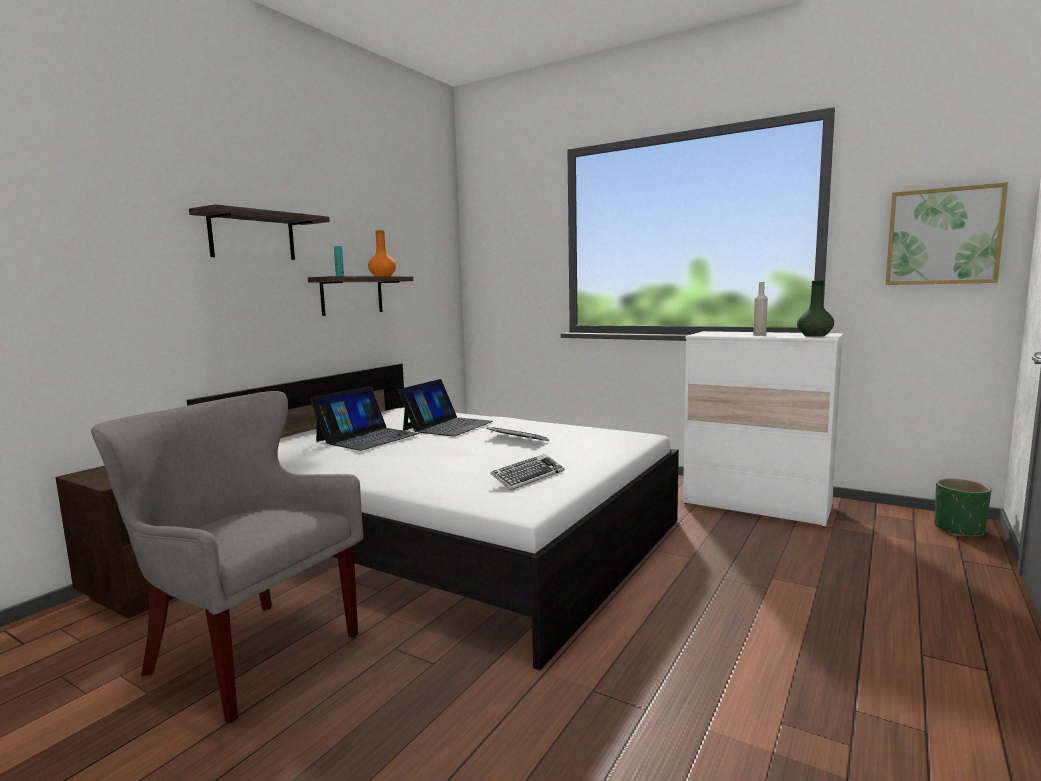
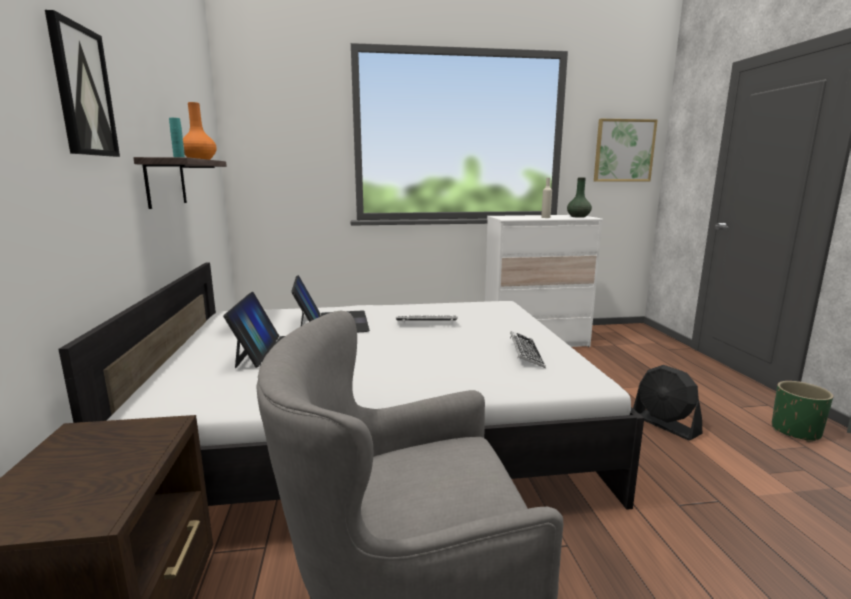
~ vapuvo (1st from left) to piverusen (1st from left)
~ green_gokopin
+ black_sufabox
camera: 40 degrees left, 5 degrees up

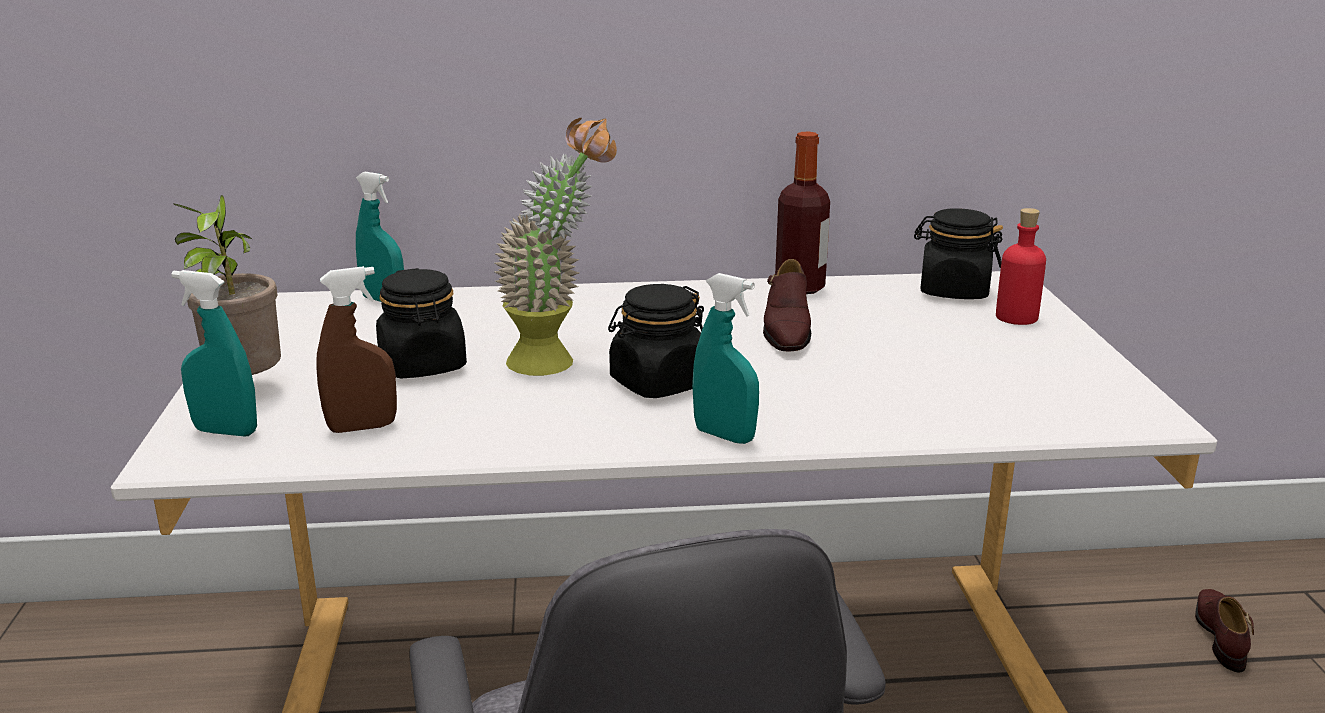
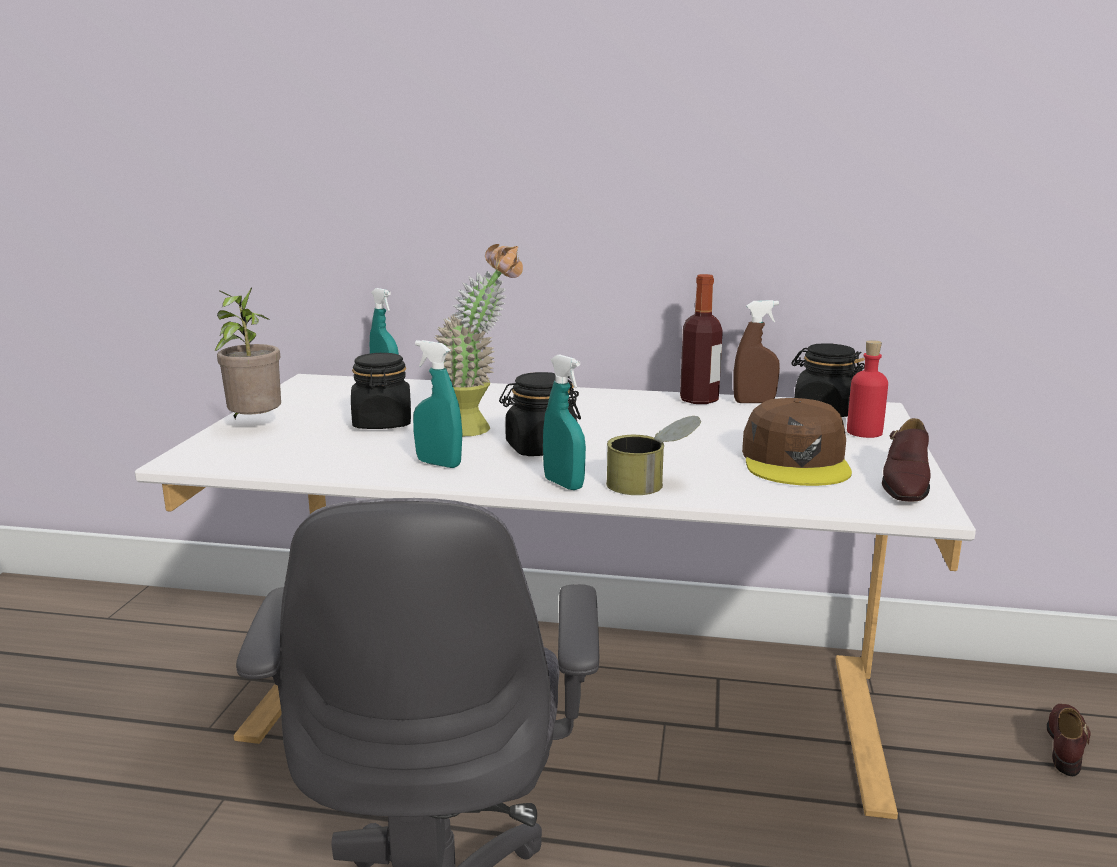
~ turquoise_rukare (1st from left in the first image) to turquoise_rukare (2nd from left)
~ brown_rukare
~ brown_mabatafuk (1st from left)
+ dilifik
+ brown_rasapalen
camera: 15 degrees right, 5 degrees down

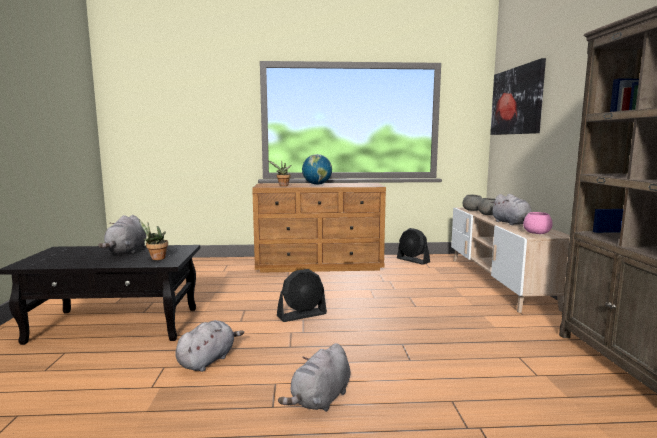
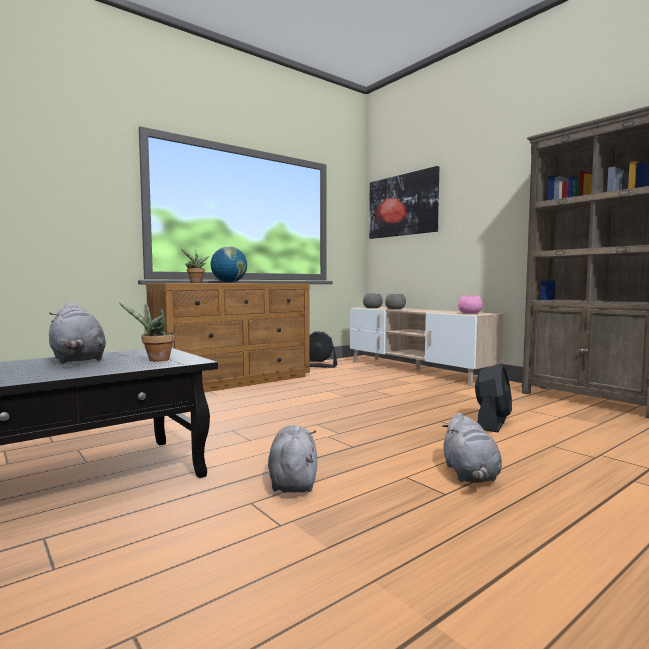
~ black_sufabox (1st from left in the first image) to black_sufabox (2nd from left)
- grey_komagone (4th from left)
camera: 35 degrees left, 5 degrees down

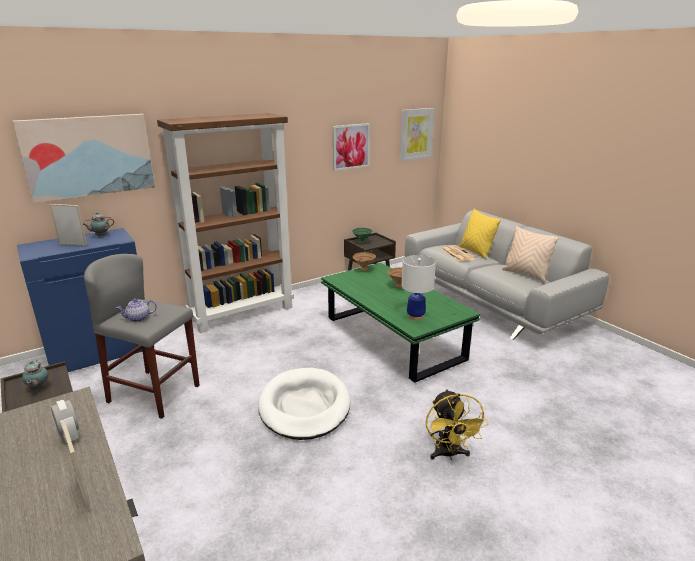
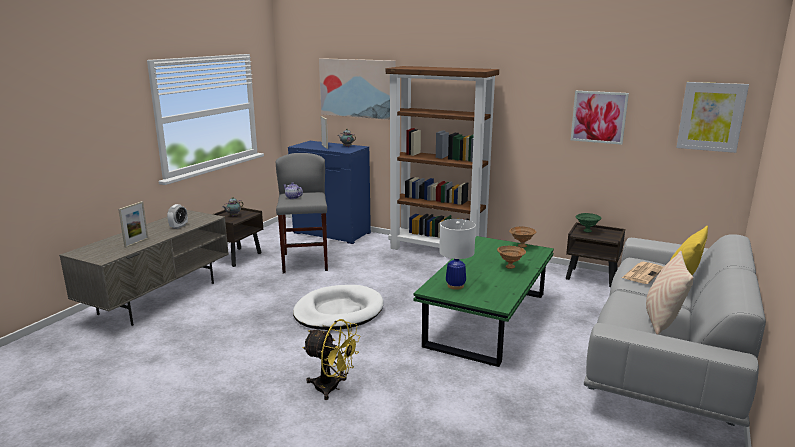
~ yellow_sufabox 120 degrees counterclockwise
camera: 60 degrees right, 5 degrees down

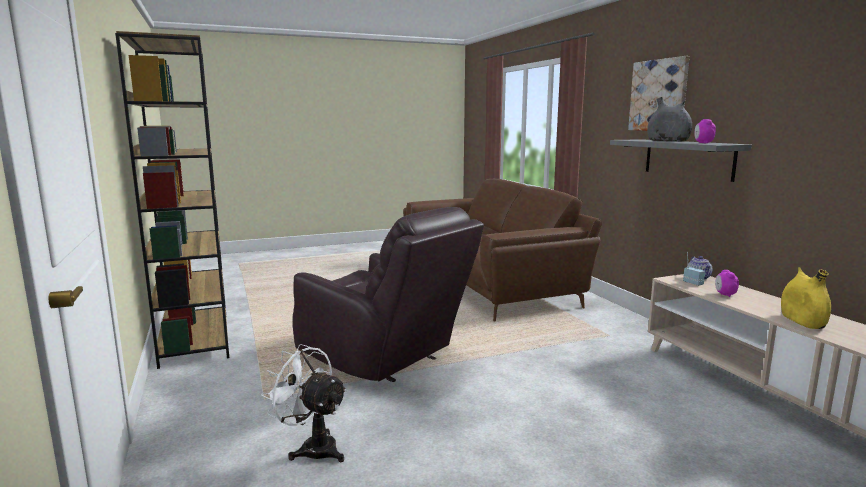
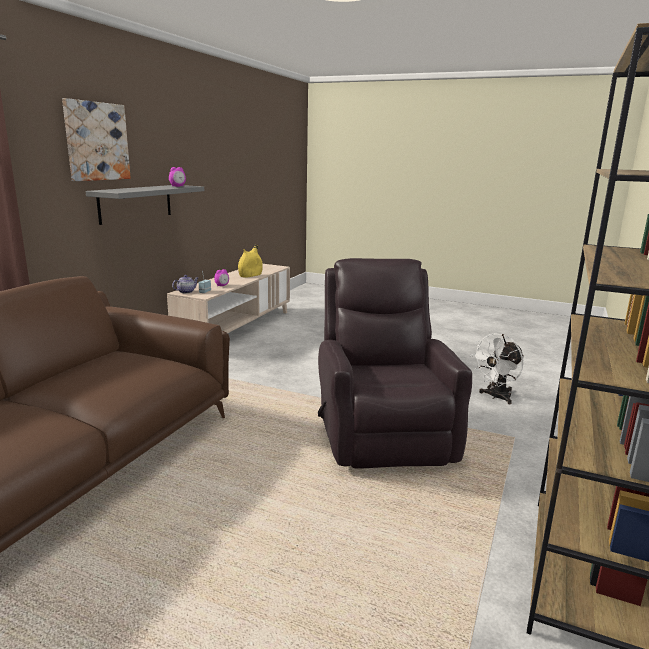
~ white_sufabox 60 degrees clockwise
- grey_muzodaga
camera: 135 degrees left, 5 degrees up

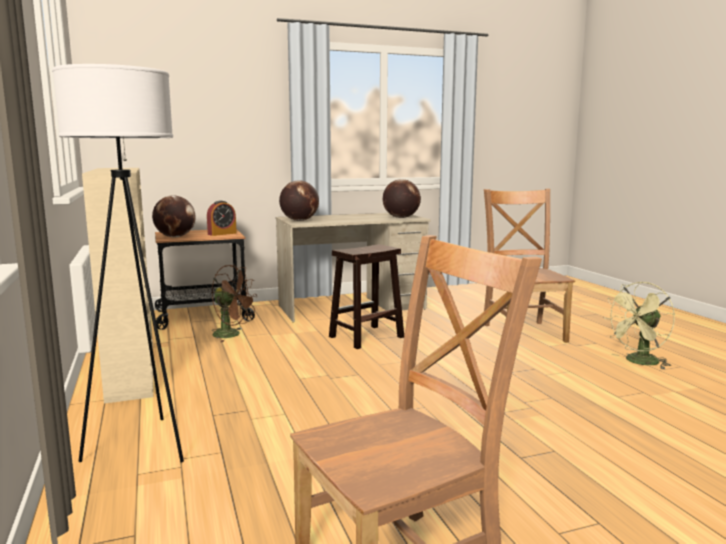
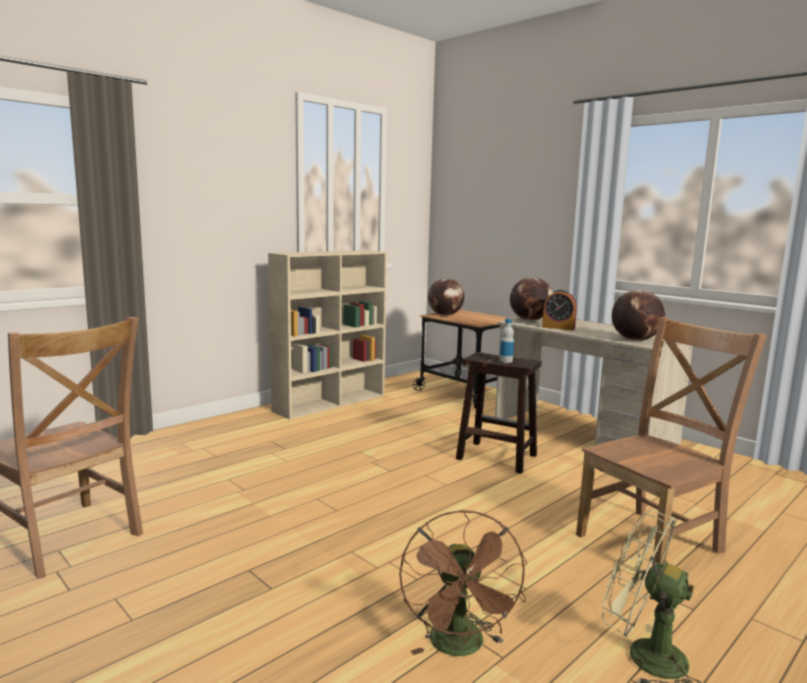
- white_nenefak
~ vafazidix
~ brown_sufabox
+ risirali
camera: 65 degrees right, 0 degrees up

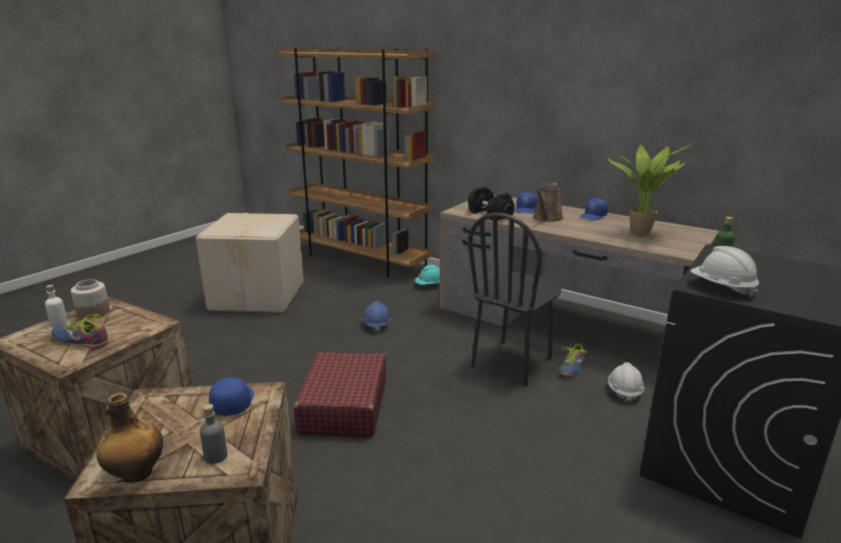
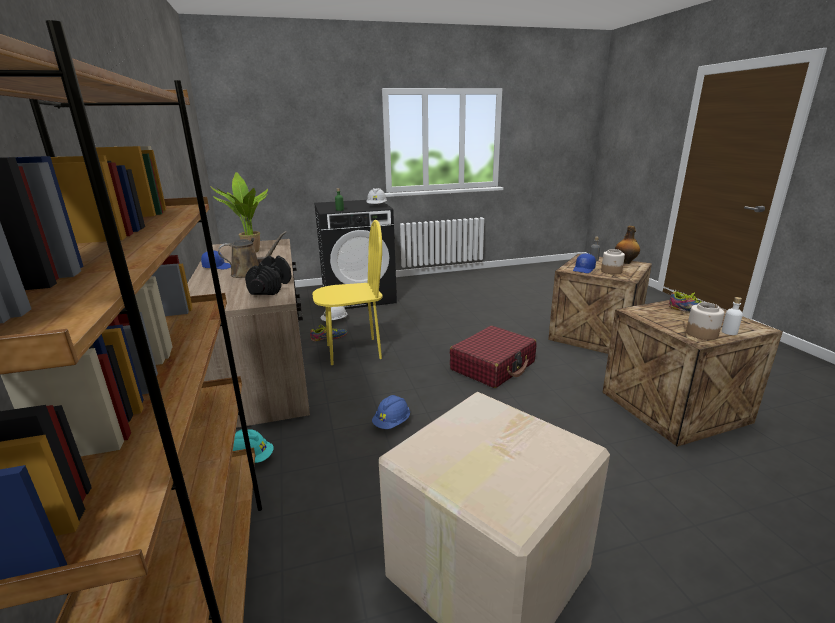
~ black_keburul to yellow_keburul
- blue_rasapalen (2nd from left)
+ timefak (1st from left)
camera: 140 degrees left, 0 degrees up

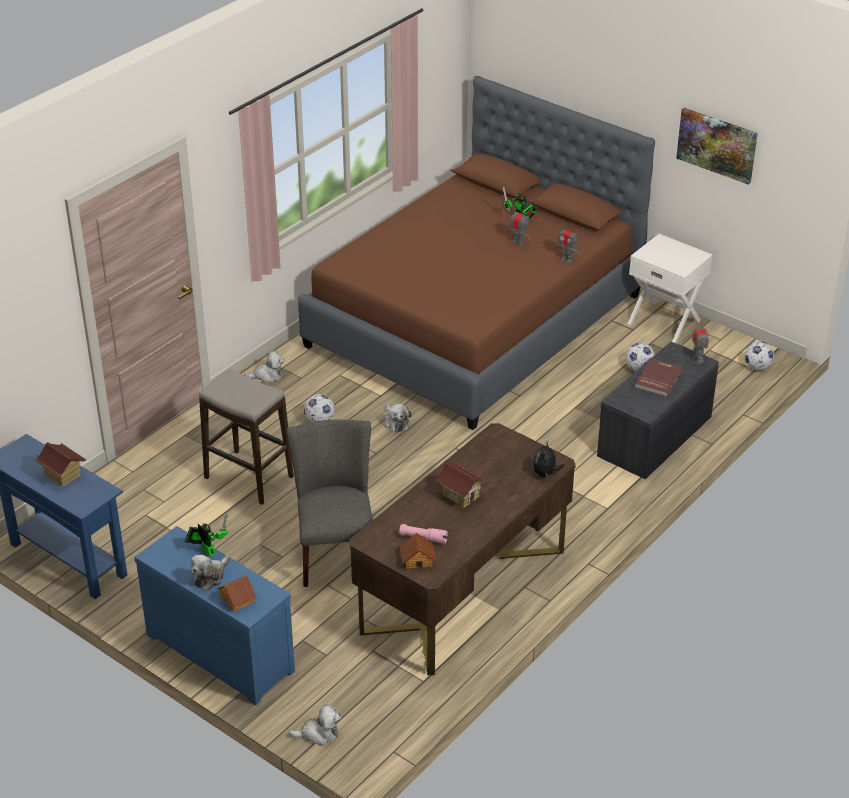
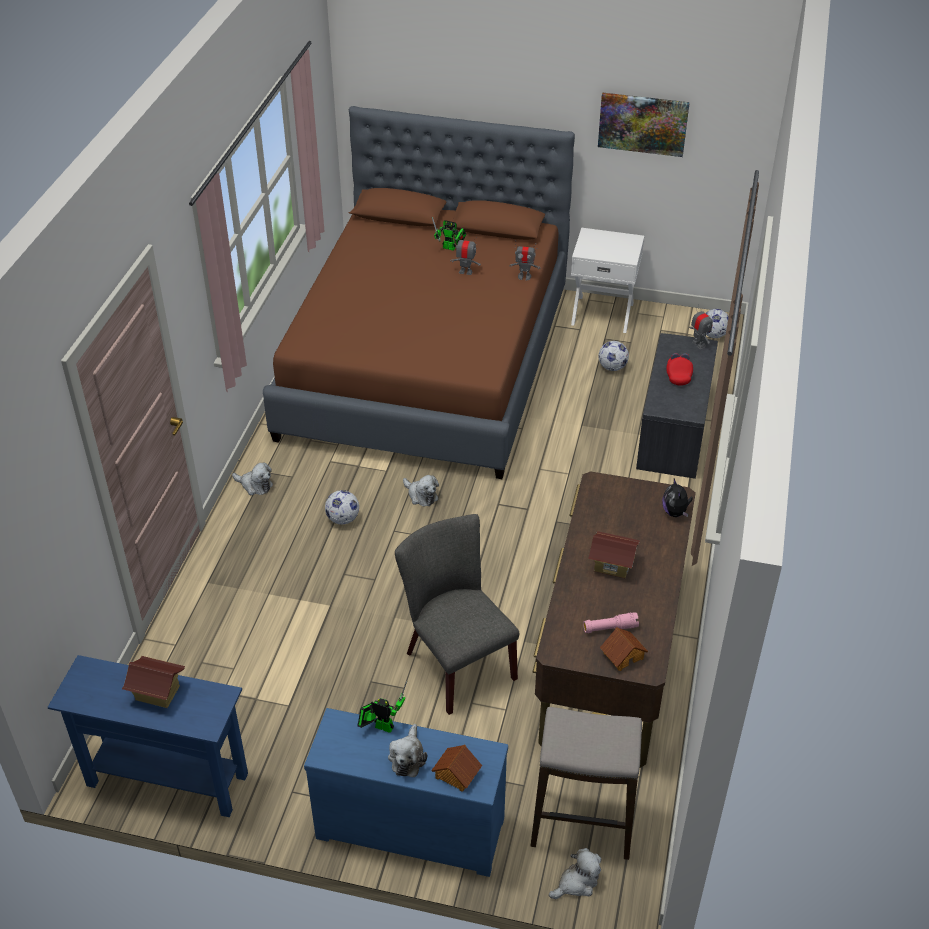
~ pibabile
~ komagone (2nd from left in the first image) 60 degrees clockwise
~ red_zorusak to red_rasapalen
camera: 25 degrees left, 5 degrees up

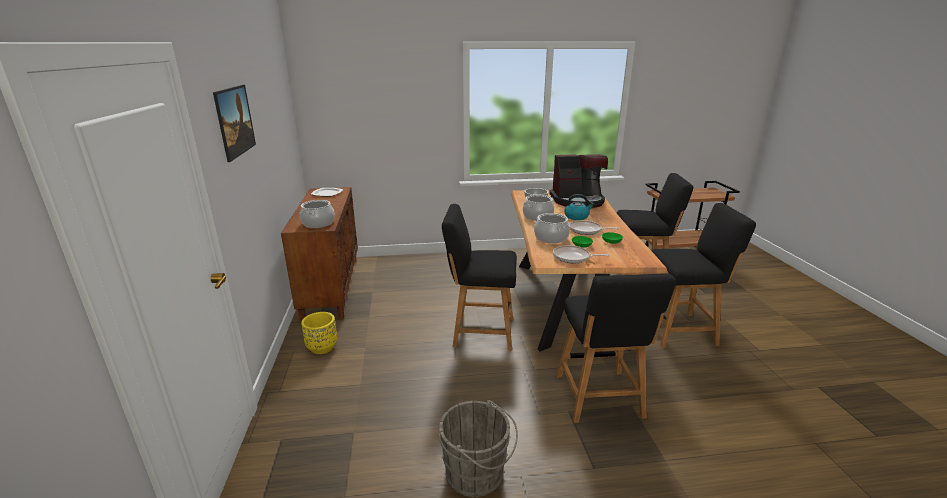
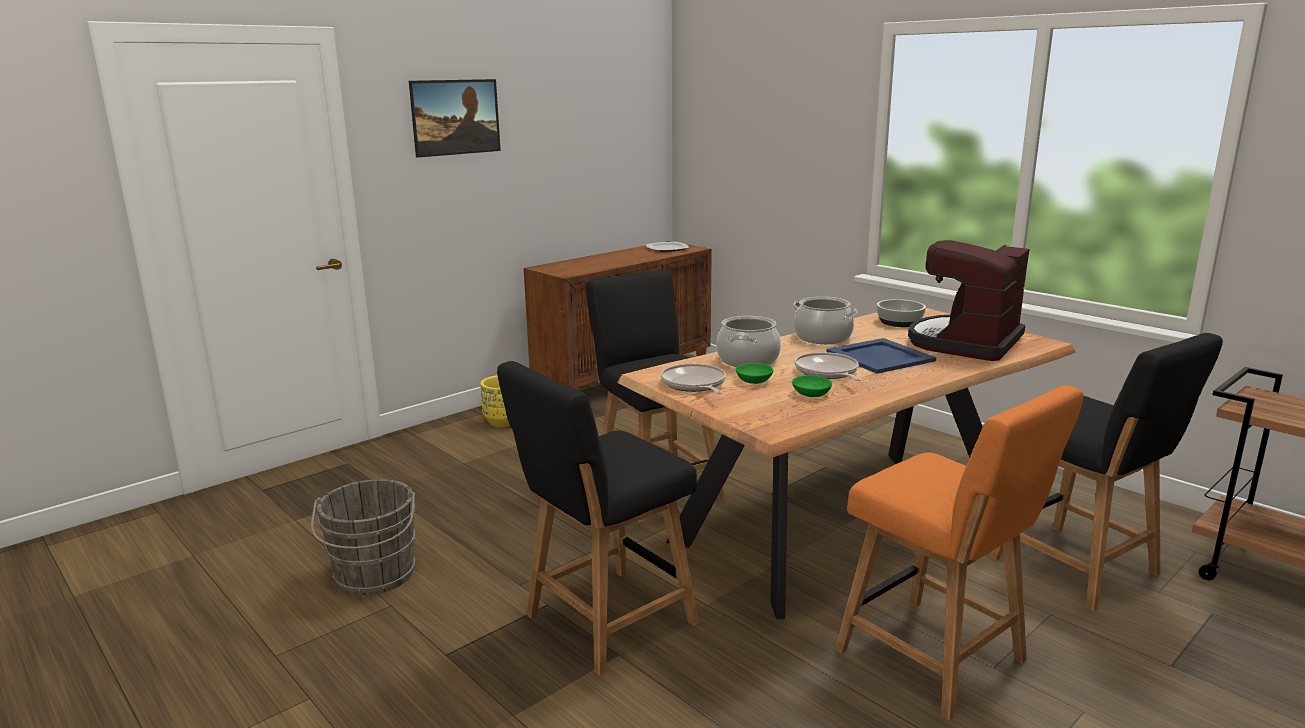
- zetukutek (1st from left)
~ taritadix 75 degrees clockwise
~ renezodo to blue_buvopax
~ black_keburul (4th from left) to orange_keburul
camera: 55 degrees right, 5 degrees down

